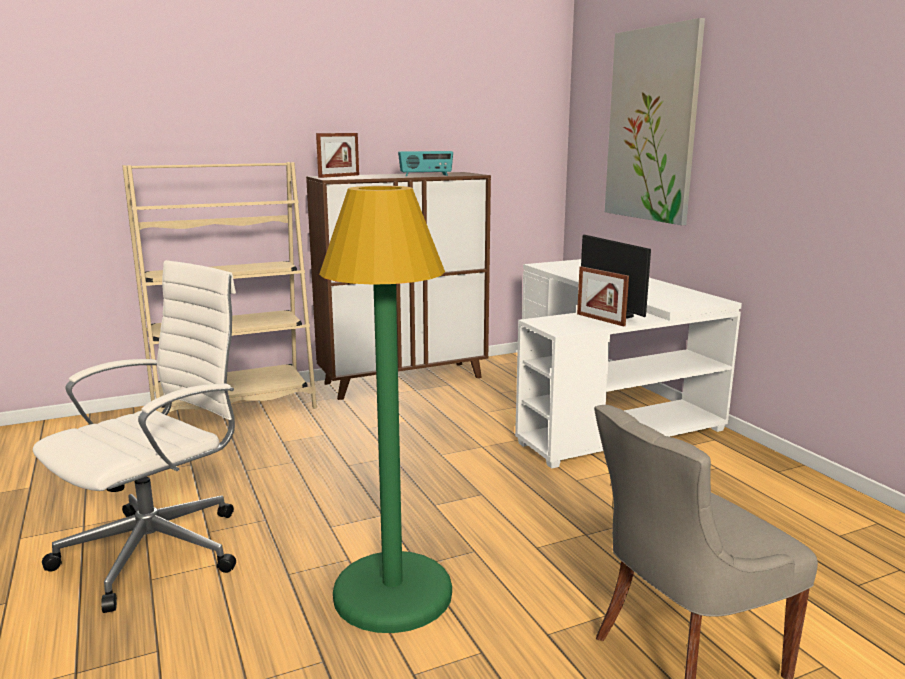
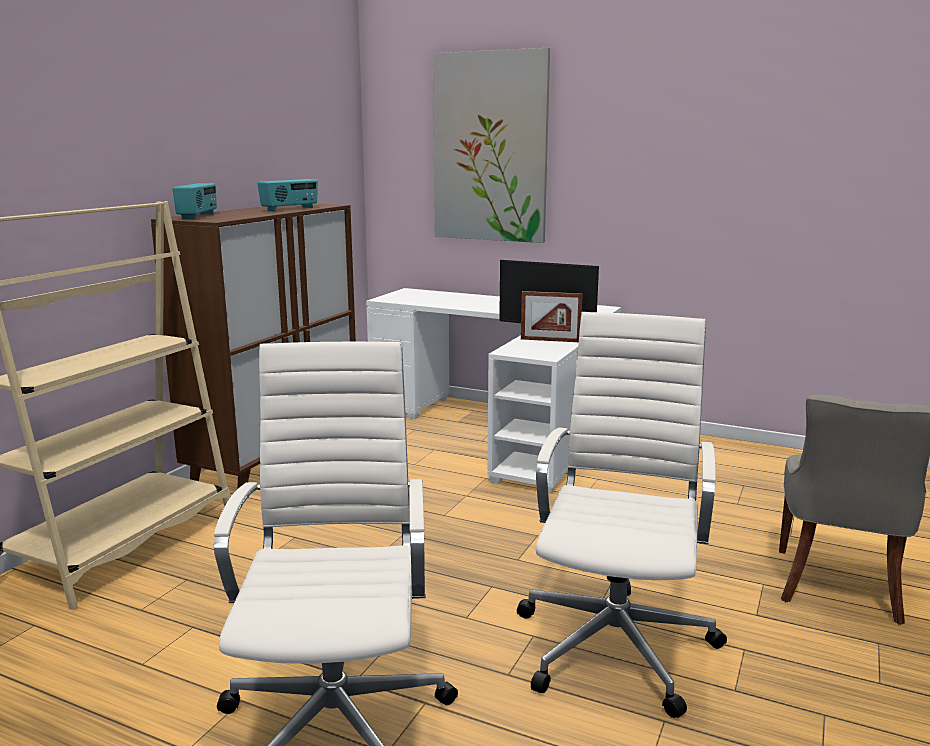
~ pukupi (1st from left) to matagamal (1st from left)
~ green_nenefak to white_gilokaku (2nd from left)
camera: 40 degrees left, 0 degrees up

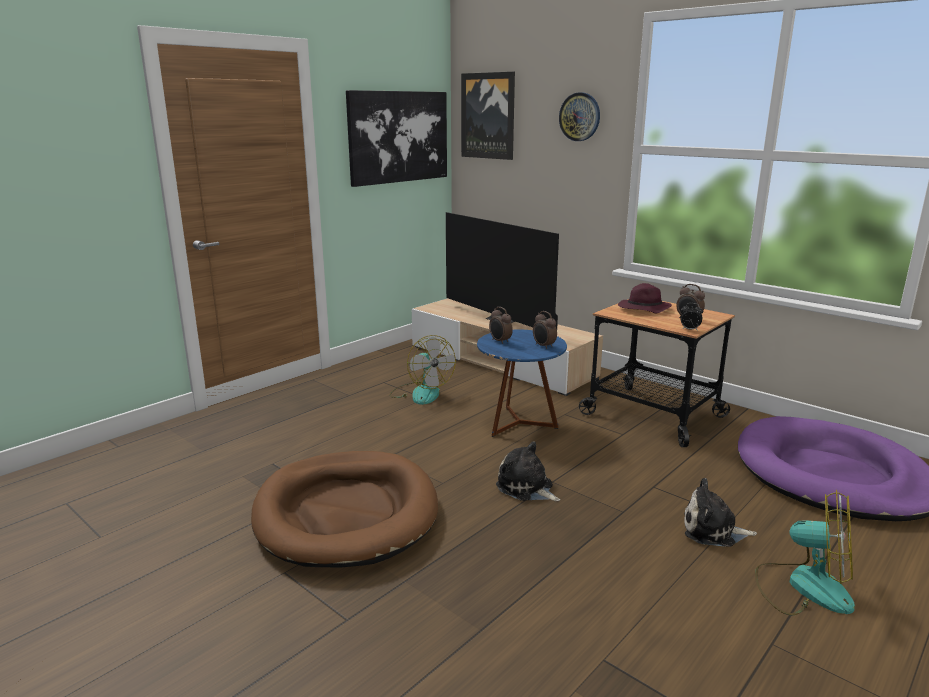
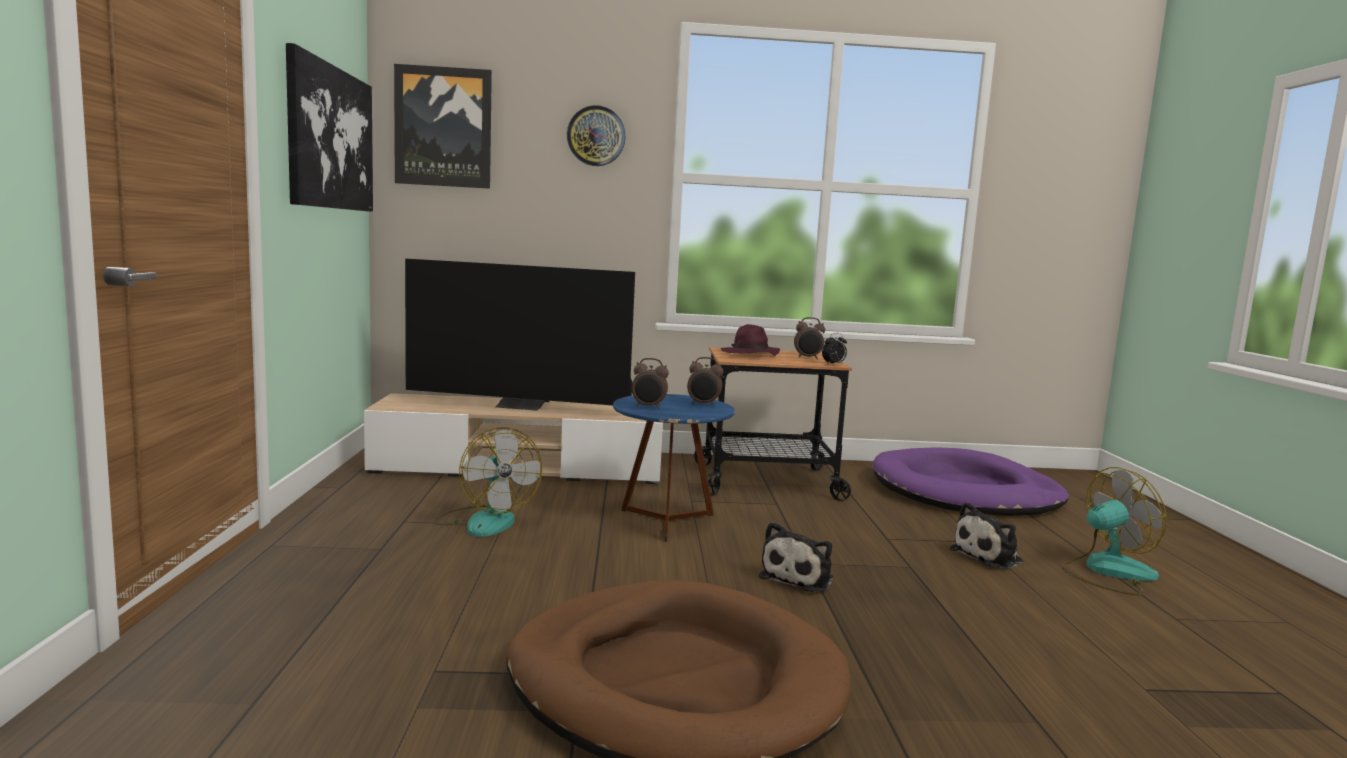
~ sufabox (1st from left) 45 degrees clockwise
~ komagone (1st from left) 60 degrees counterclockwise
camera: 45 degrees left, 10 degrees down

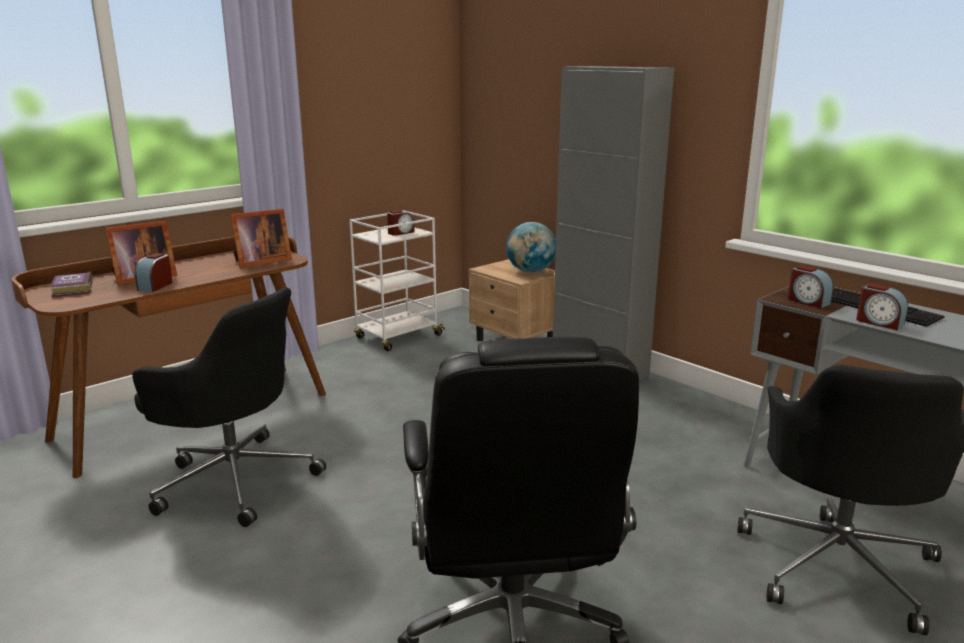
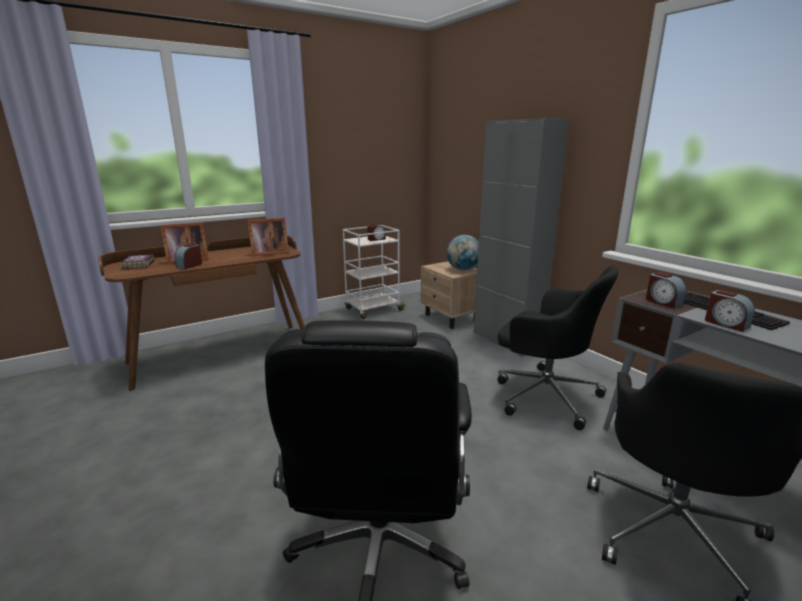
~ black_gilokaku (1st from left in the first image) to black_gilokaku (2nd from left)
camera: 10 degrees right, 0 degrees up

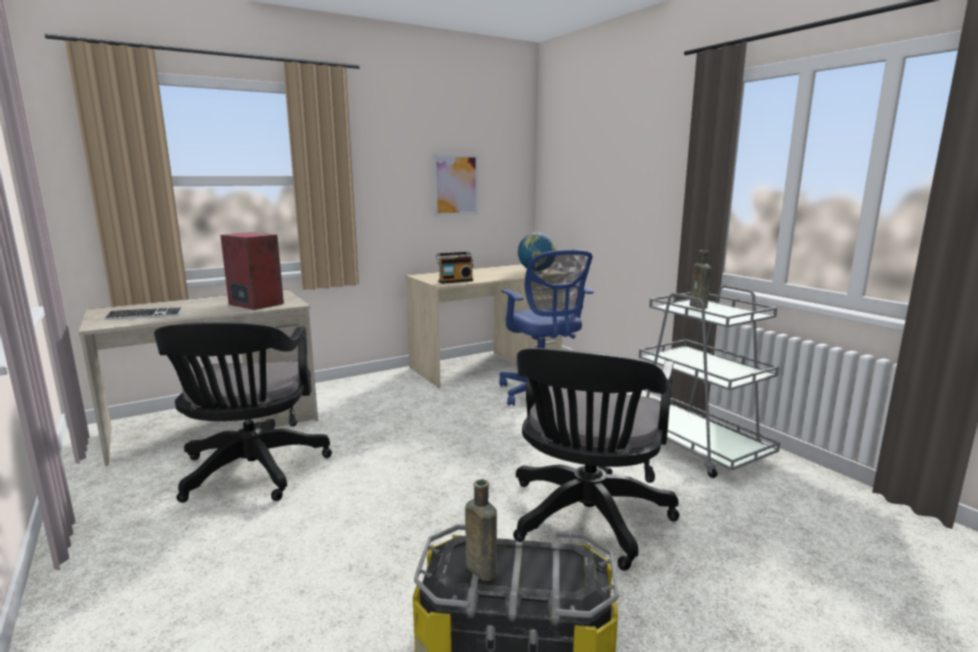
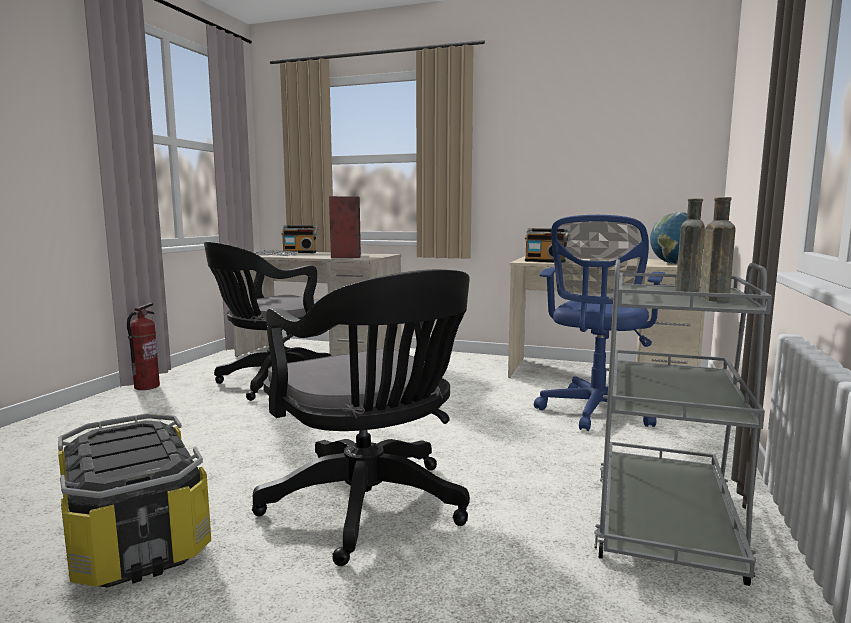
- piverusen
~ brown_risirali (1st from left in the first image) to brown_risirali (2nd from left)
~ black_gilokaku (2nd from left) 105 degrees counterclockwise
+ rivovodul
+ matagamal (1st from left)
camera: 50 degrees right, 5 degrees down

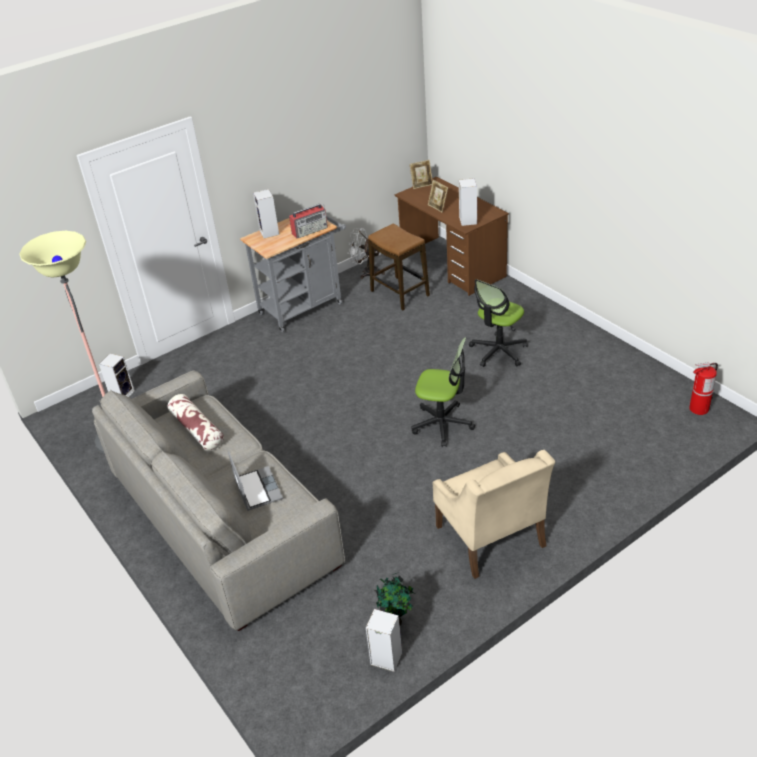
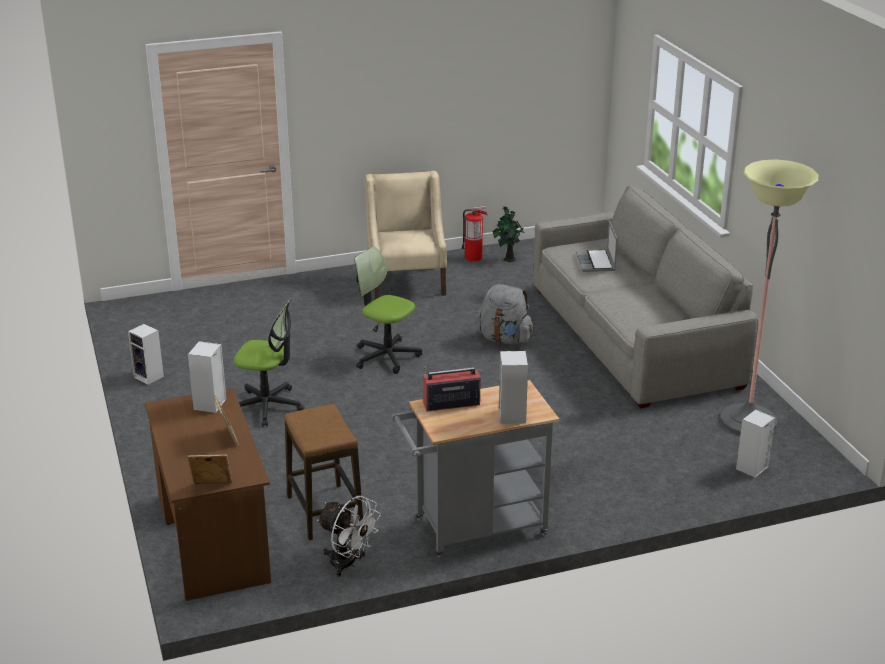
- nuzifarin
~ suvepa (3rd from left in the first image) to suvepa (1st from left)
~ gilokaku (2nd from left in the first image) 45 degrees clockwise
~ rivovodul
+ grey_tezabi
camera: 165 degrees left, 10 degrees down

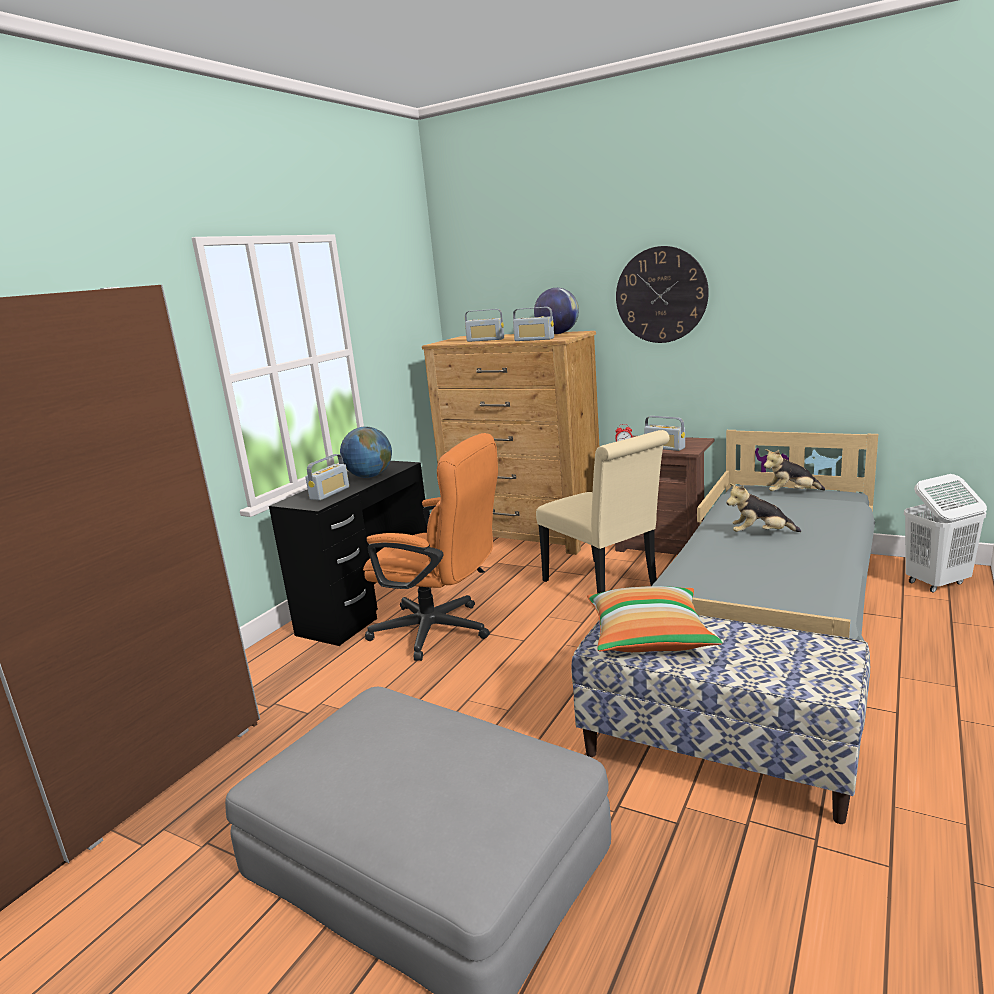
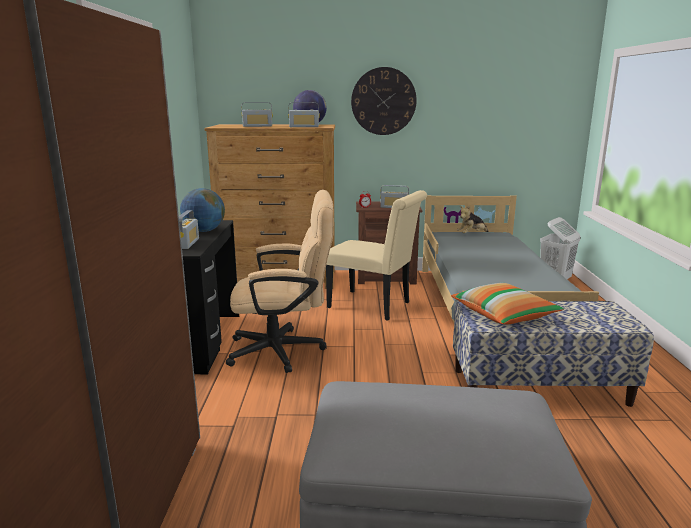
~ orange_gilokaku to beige_gilokaku
- komagone (1st from left)
camera: 30 degrees left, 0 degrees up

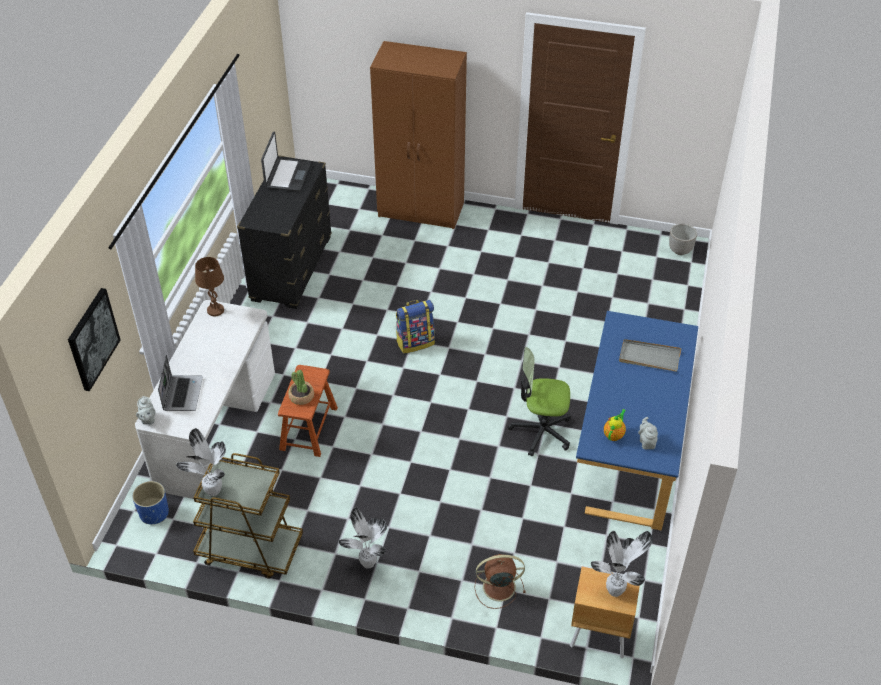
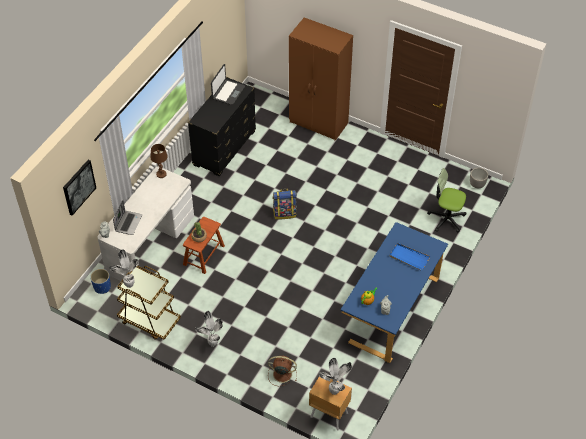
~ gilokaku
~ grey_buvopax to blue_buvopax
camera: 15 degrees right, 5 degrees up

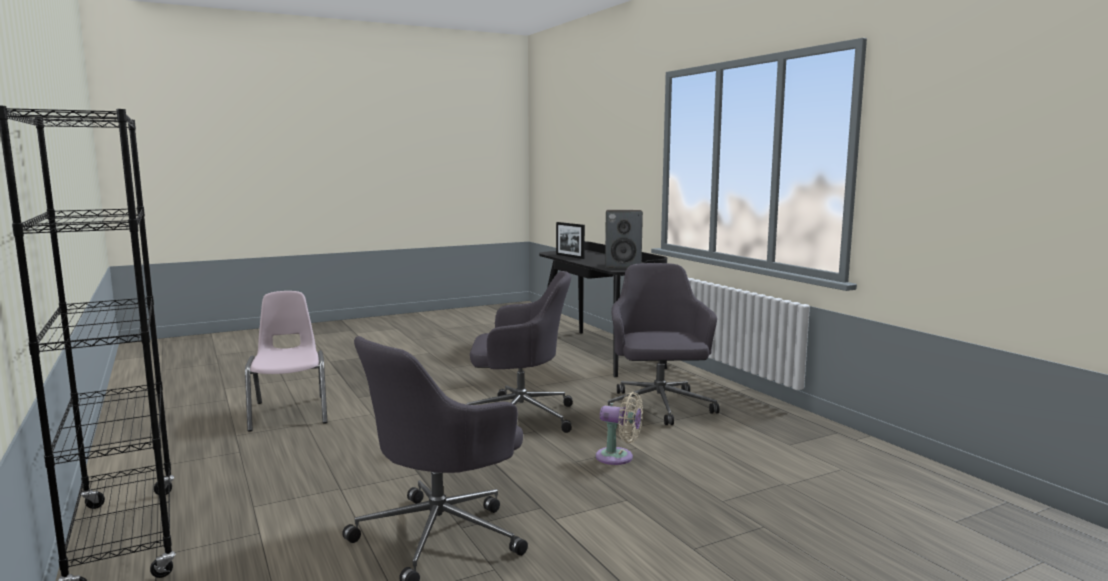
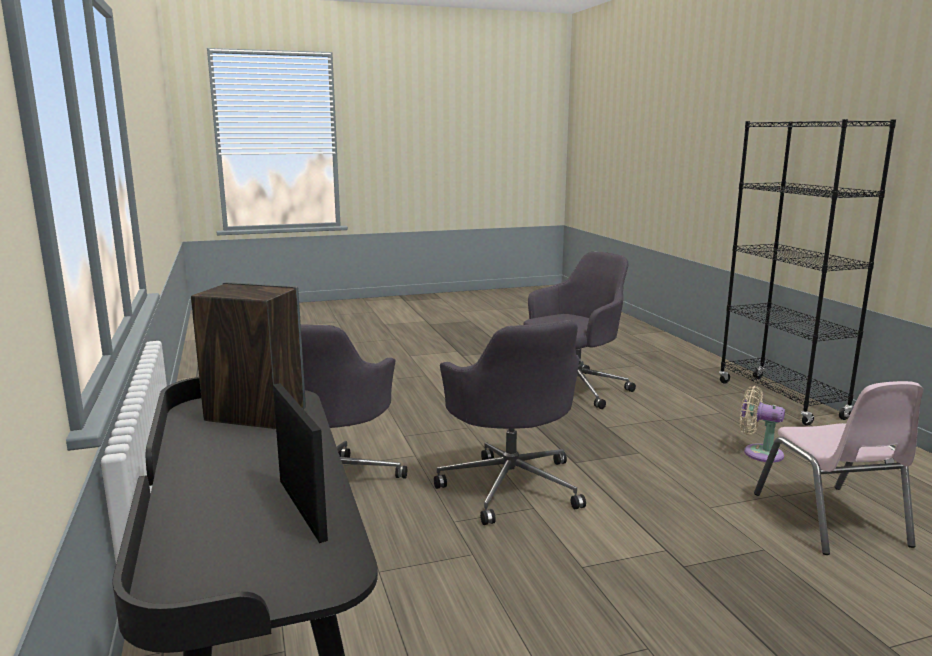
~ grey_gilokaku (2nd from left) 120 degrees counterclockwise
~ beige_sufabox
camera: 170 degrees left, 5 degrees up

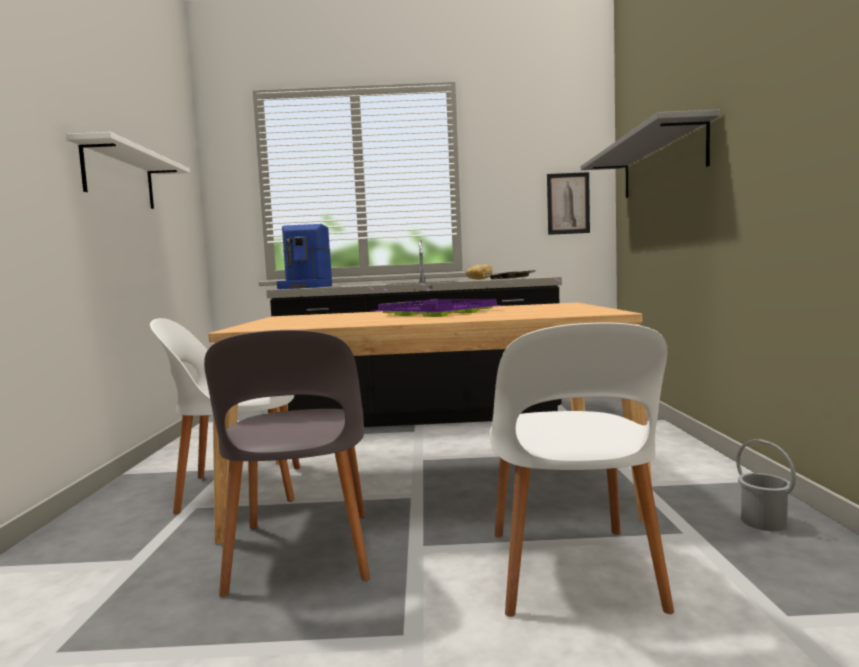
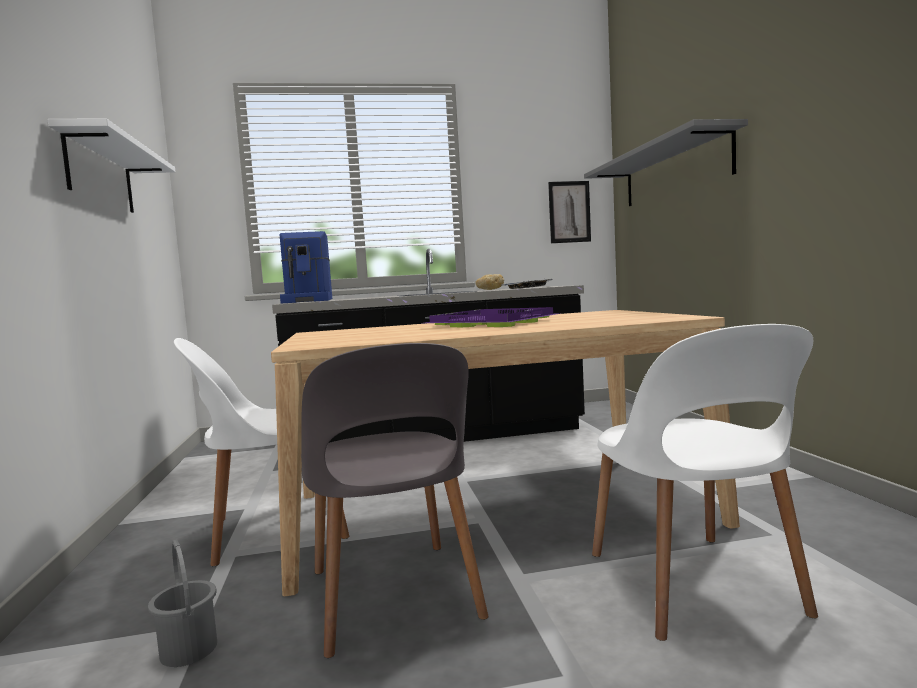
~ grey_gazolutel
camera: 10 degrees left, 0 degrees up

